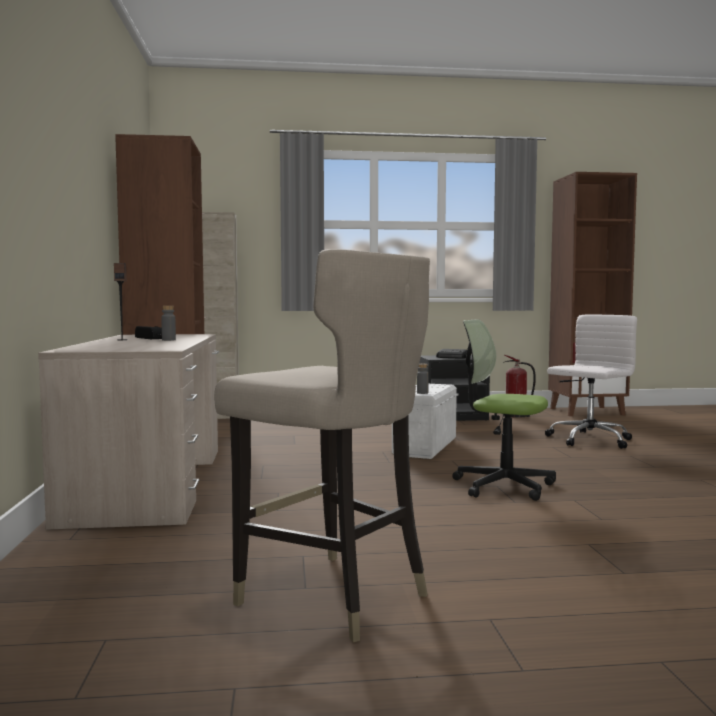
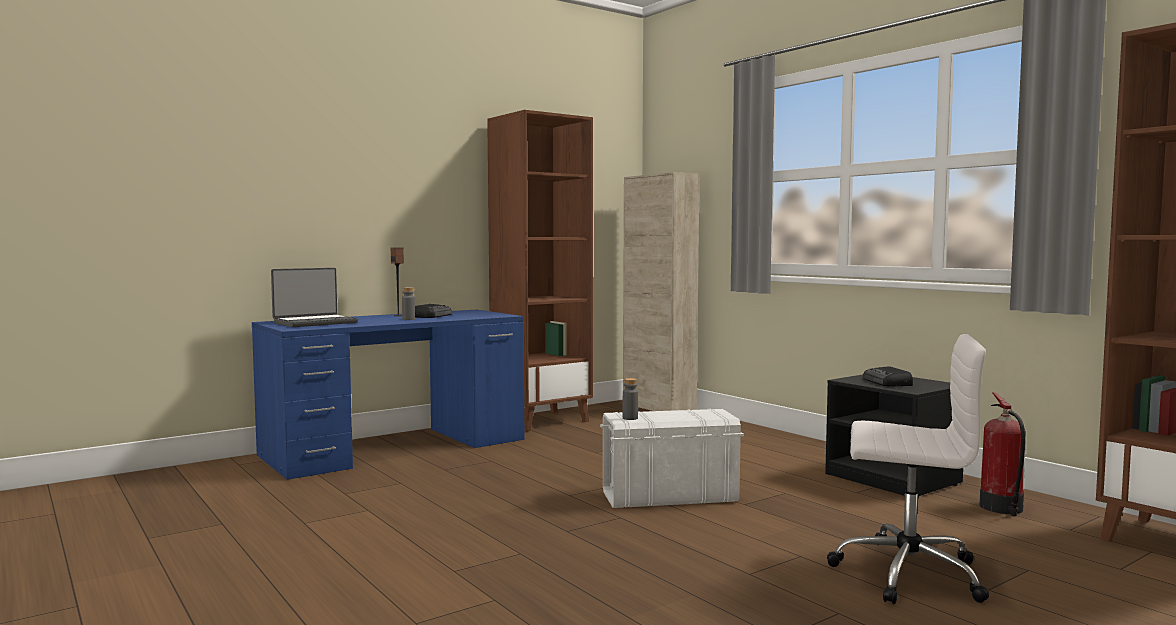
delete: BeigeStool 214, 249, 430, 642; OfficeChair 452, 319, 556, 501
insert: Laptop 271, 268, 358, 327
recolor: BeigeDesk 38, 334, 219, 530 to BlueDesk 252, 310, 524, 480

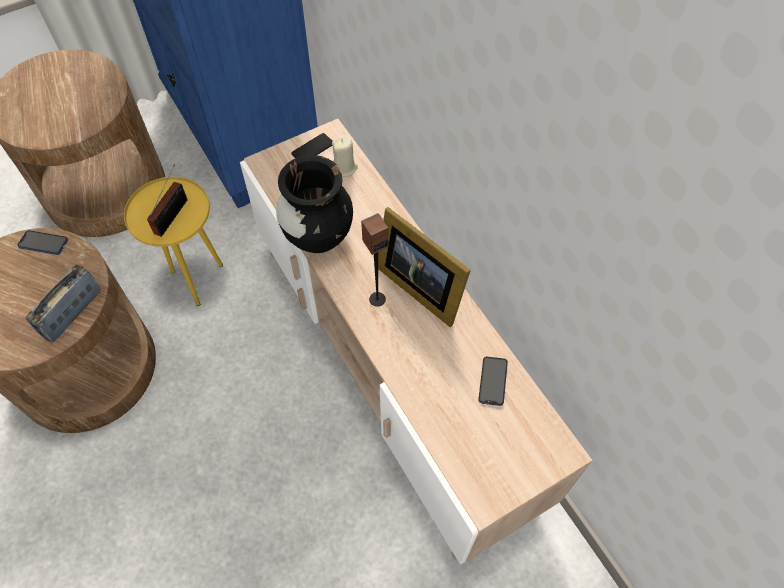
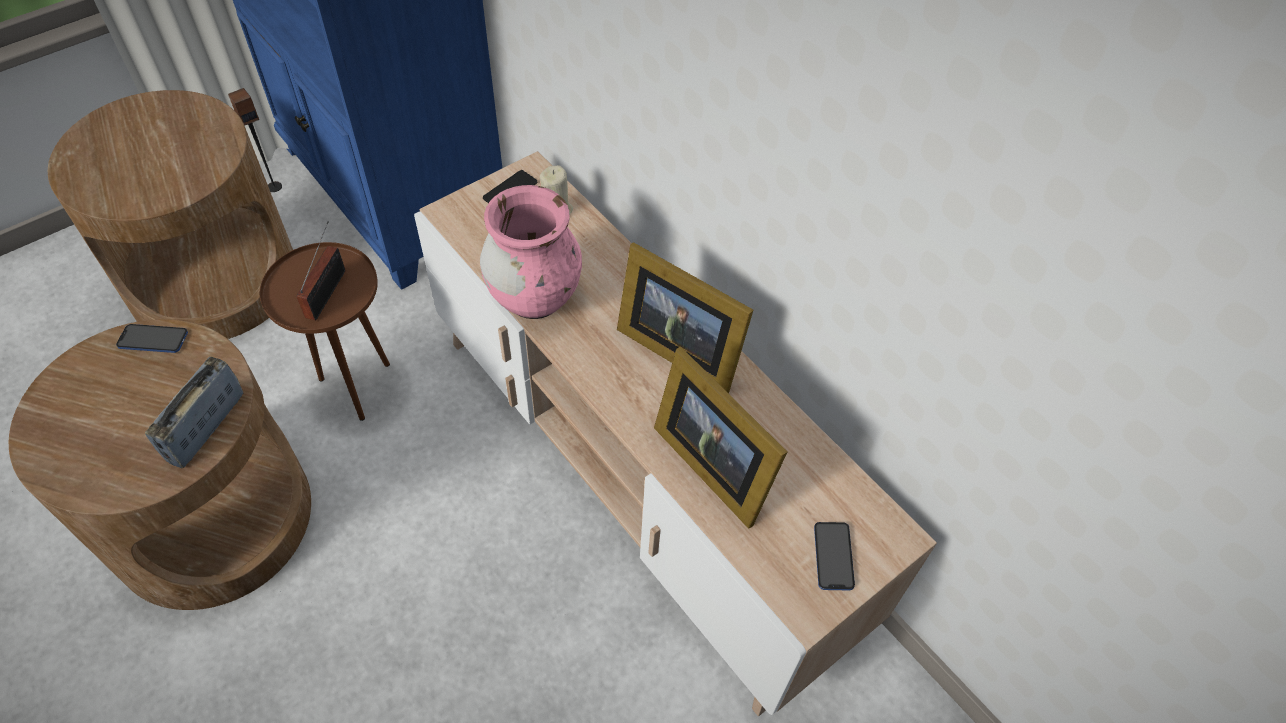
insert: PictureFrame 654, 347, 787, 528
move: Speaker 361, 213, 389, 307 to 228, 88, 282, 192; Phone 478, 356, 508, 406 to 814, 522, 855, 590
recolor: YellowSideTable 124, 177, 223, 306 to BrownSideTable 260, 242, 390, 421; BlackVase 276, 155, 353, 253 to PinkVase 480, 185, 582, 319

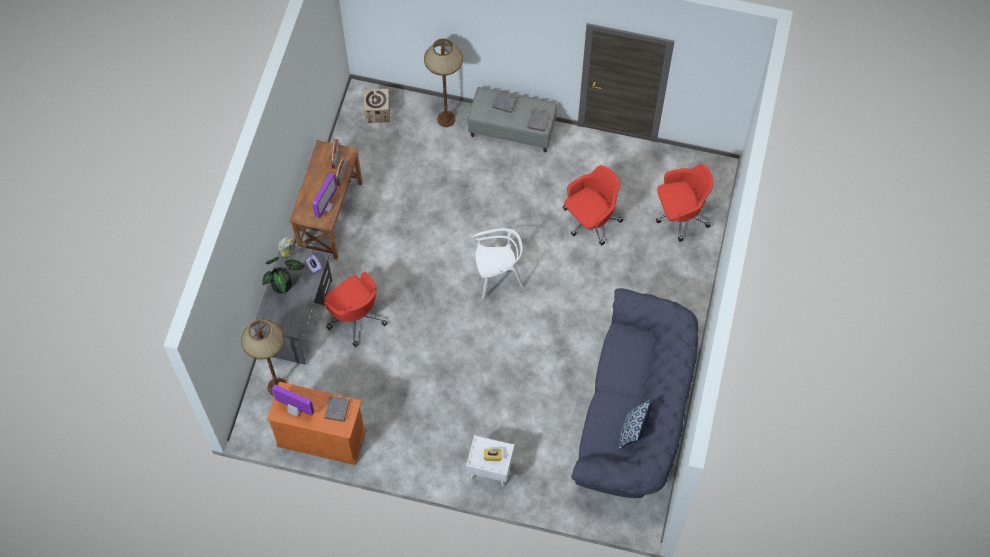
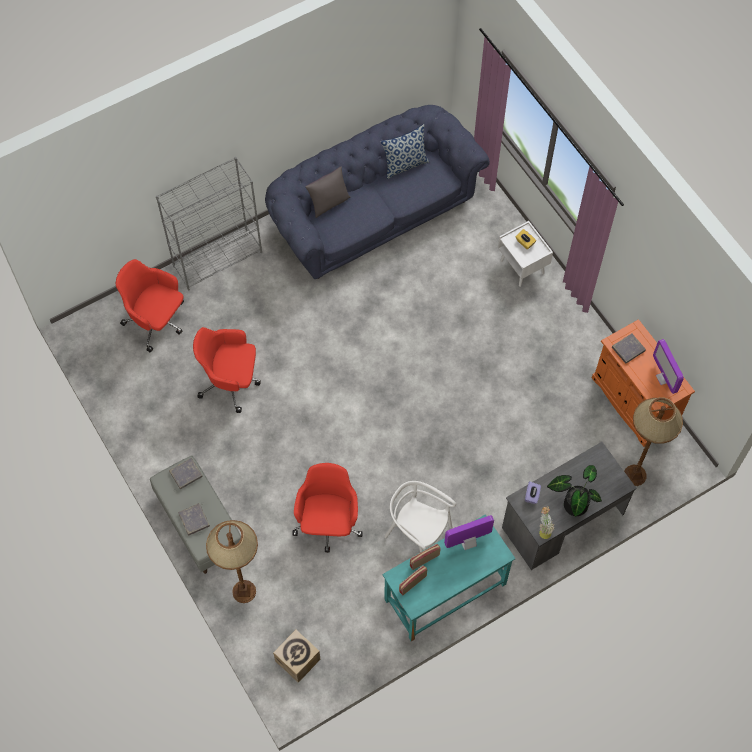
insert: GreyBookcase 156, 157, 262, 290; GreyPillow 305, 166, 351, 218
move: RedOfficeChair 324, 272, 388, 347 to 292, 463, 363, 553; WhiteChair 473, 228, 523, 299 to 384, 481, 456, 552
recolor: BrownDesk 290, 140, 362, 259 to TurquoiseDesk 382, 515, 516, 641

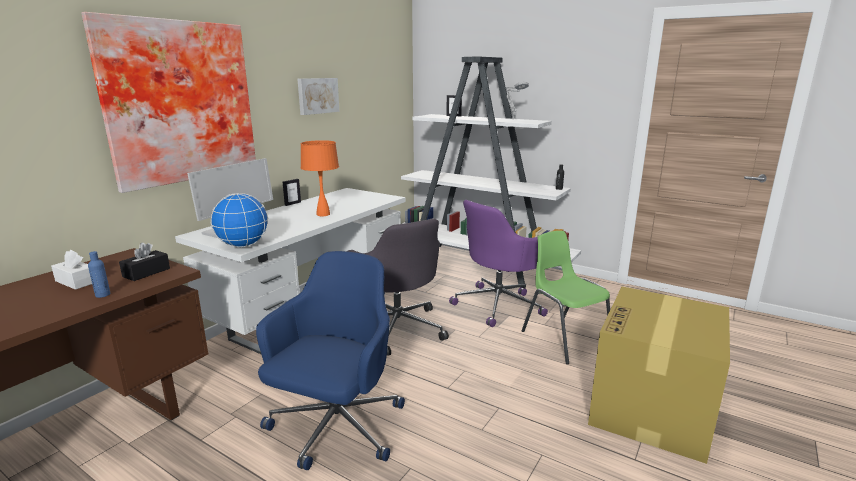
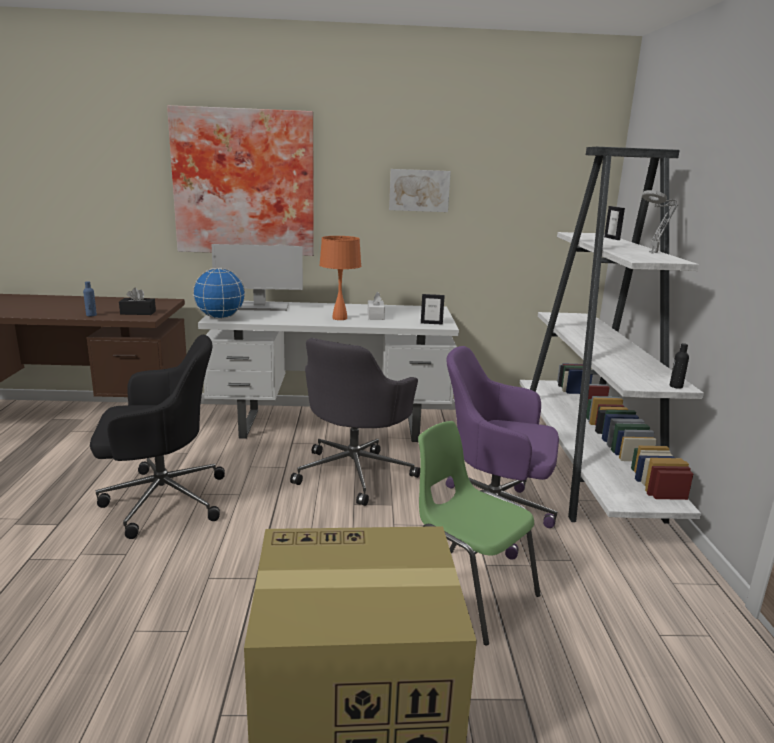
move: WhiteTissueBox 51, 250, 92, 290 to 368, 292, 385, 320; PictureFrame 283, 179, 301, 206 to 421, 294, 444, 325
recolor: BlueOfficeChair 256, 251, 405, 470 to BlackOfficeChair 90, 335, 225, 539
rotate: GreenChair 522, 231, 610, 364 = 418, 421, 541, 646 75 degrees counterclockwise

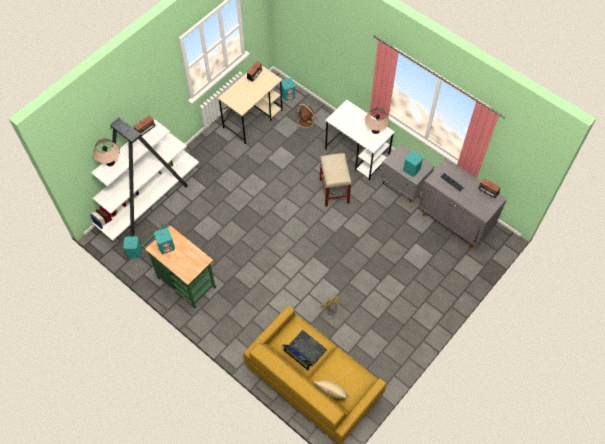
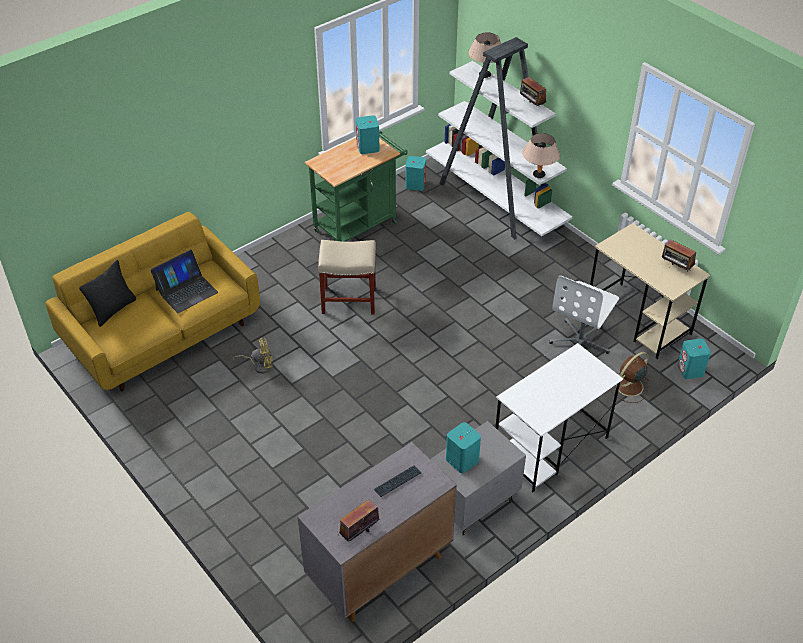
insert: WhiteOfficeChair 549, 276, 619, 354
move: BeigeStool 320, 153, 352, 207 to 318, 240, 376, 315; BeigeTableLamp 365, 108, 389, 134 to 523, 133, 560, 178
recolor: BeigePillow 314, 380, 349, 399 to BlackPillow 79, 260, 136, 327

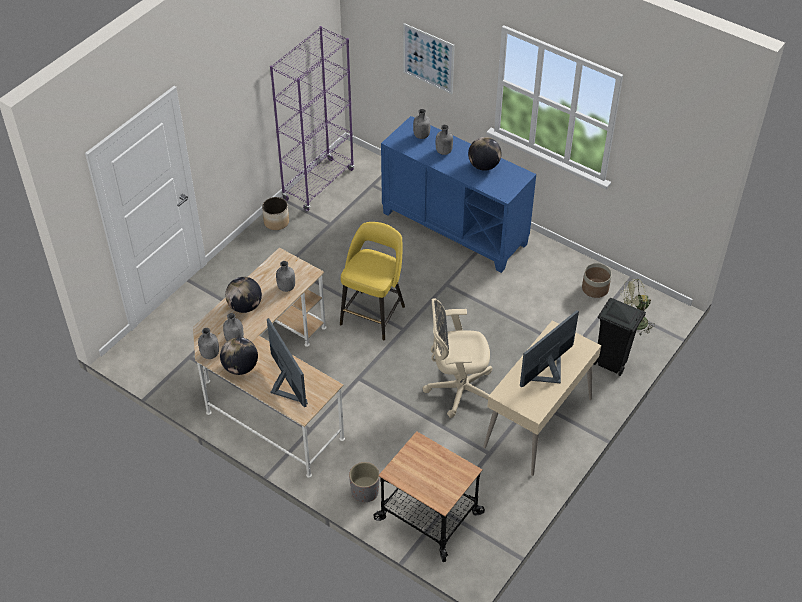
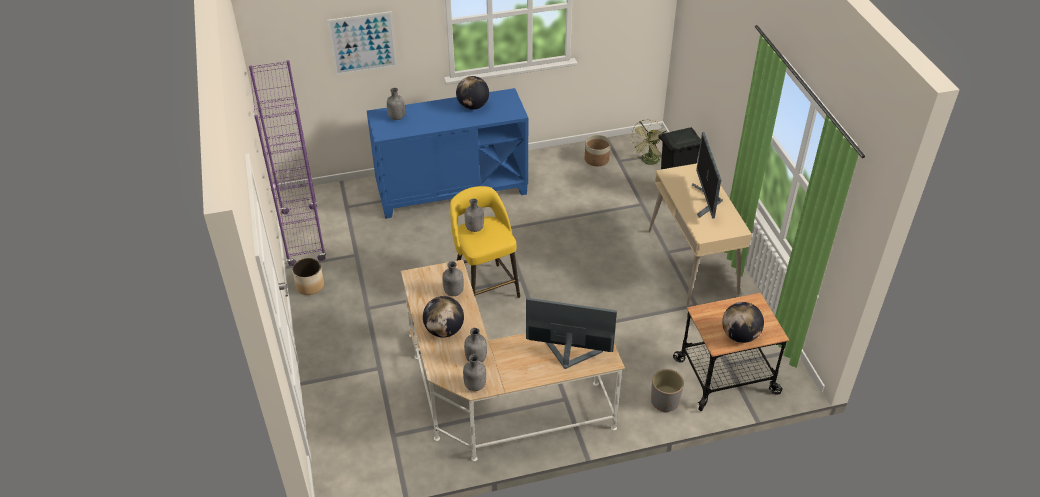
delete: BeigeOfficeChair 423, 298, 492, 418
move: Globe 220, 337, 258, 375 to 722, 302, 764, 343; GreyBottle 436, 125, 453, 155 to 465, 199, 484, 232

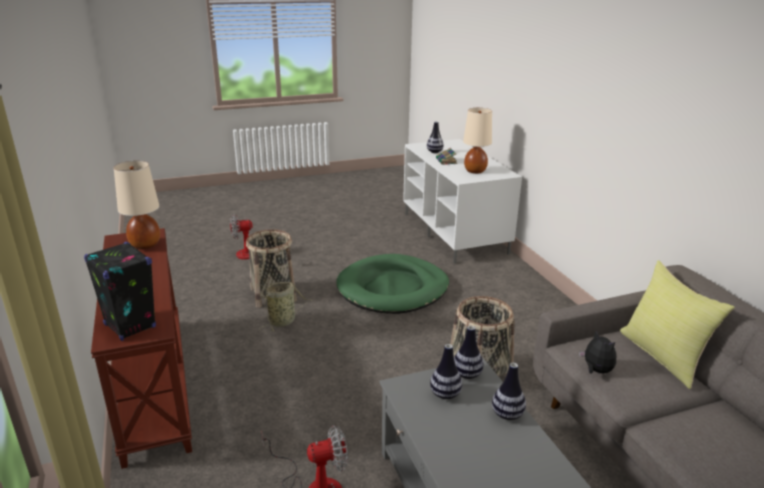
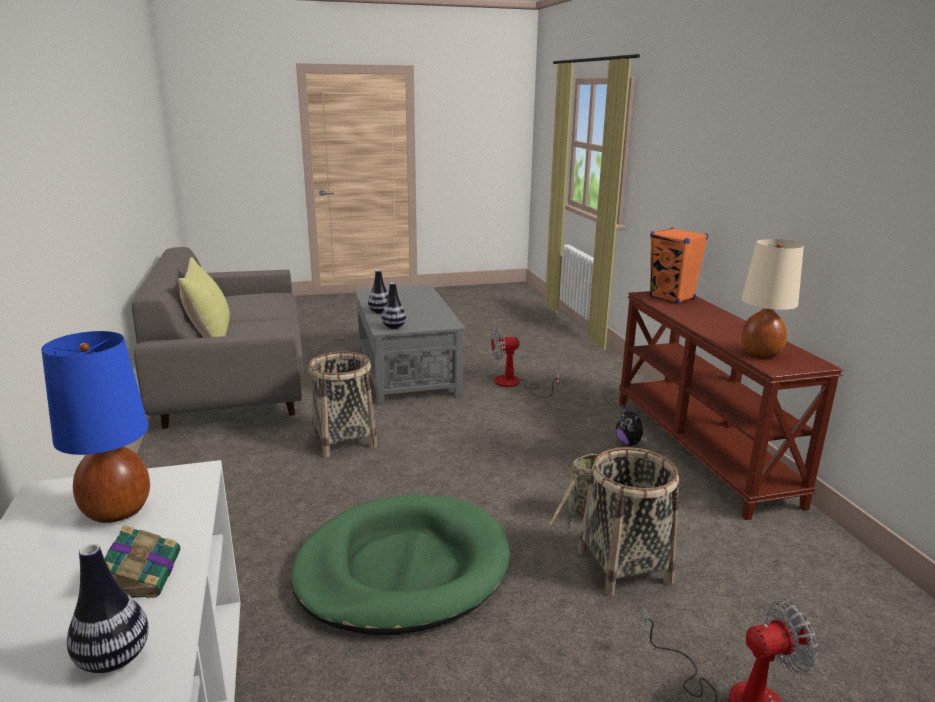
delete: Vase 430, 344, 462, 399
move: PlushToy 579, 331, 617, 374 to 616, 407, 647, 446
recolor: BlackSpeaker 84, 242, 156, 341 to OrangeSpeaker 649, 228, 708, 303; BeigeTableLamp 463, 108, 492, 174 to BlueTableLamp 41, 331, 150, 523

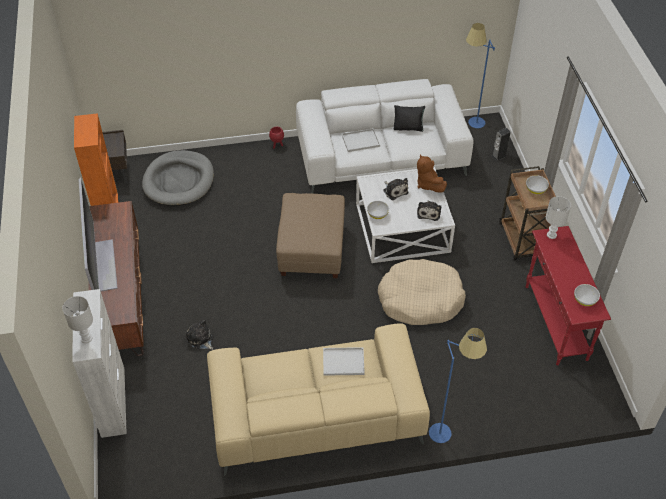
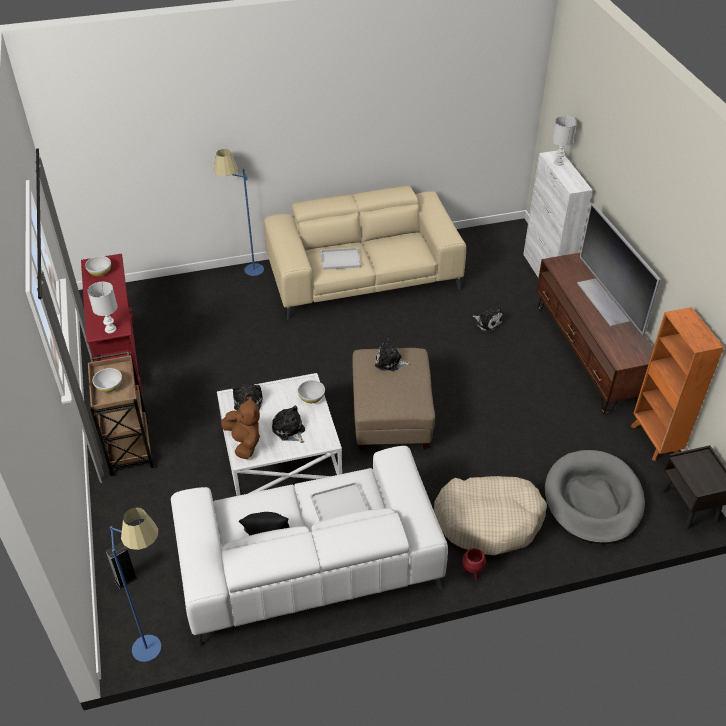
insert: PlushToy 375, 338, 411, 371
move: BeigeDogBed 378, 259, 466, 325 to 434, 476, 547, 555

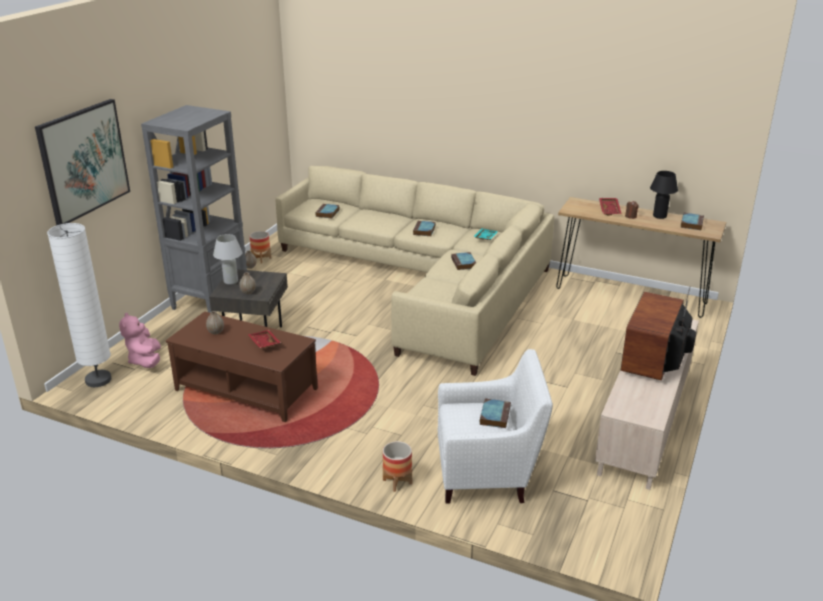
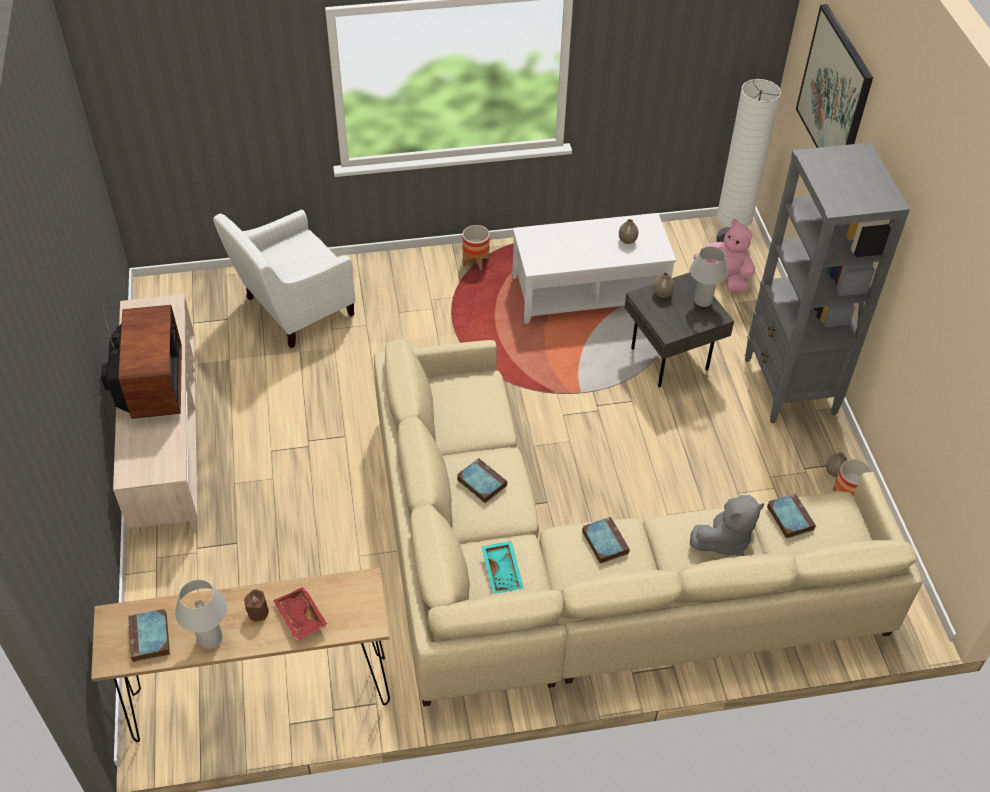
delete: RedTray 248, 330, 281, 348; Book 479, 398, 511, 428
insert: GreyPlushToy 690, 495, 764, 556
move: Planter 383, 441, 412, 492 to 462, 225, 490, 270
recolor: BrownCoffeeTable 166, 311, 318, 422 to WhiteCoffeeTable 512, 213, 676, 324; BlackTableLamp 650, 171, 678, 219 to WhiteTableLamp 175, 580, 227, 649

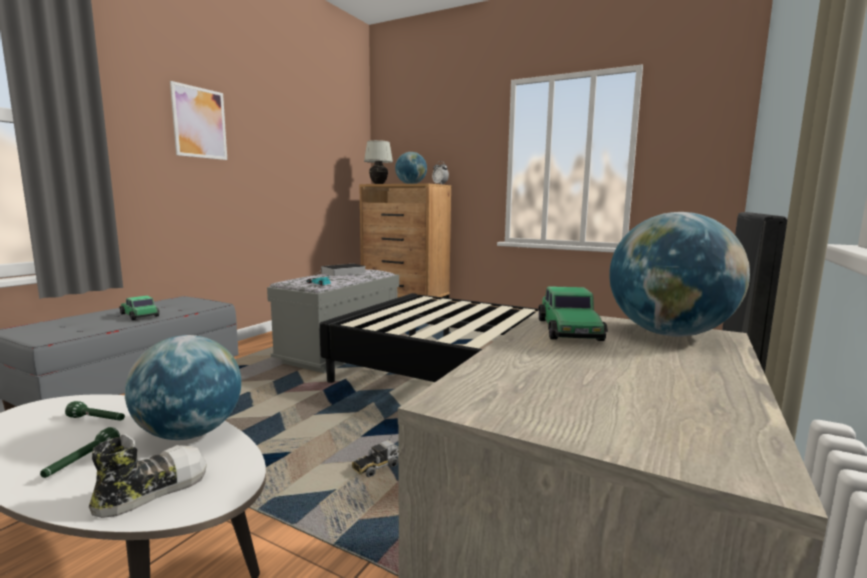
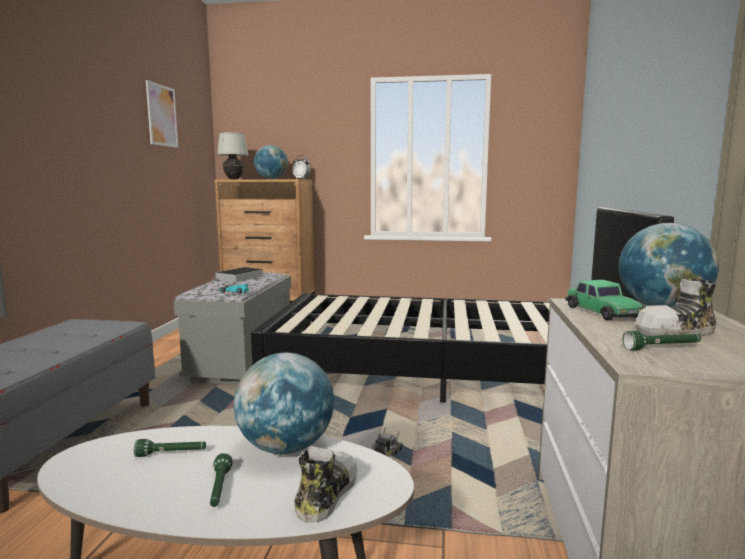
delete: ToyCar 119, 296, 160, 320
insert: GreenFlashlight 623, 331, 701, 350; Shoe 635, 279, 717, 336
move: Picture 170, 81, 227, 160 to 146, 80, 178, 148

